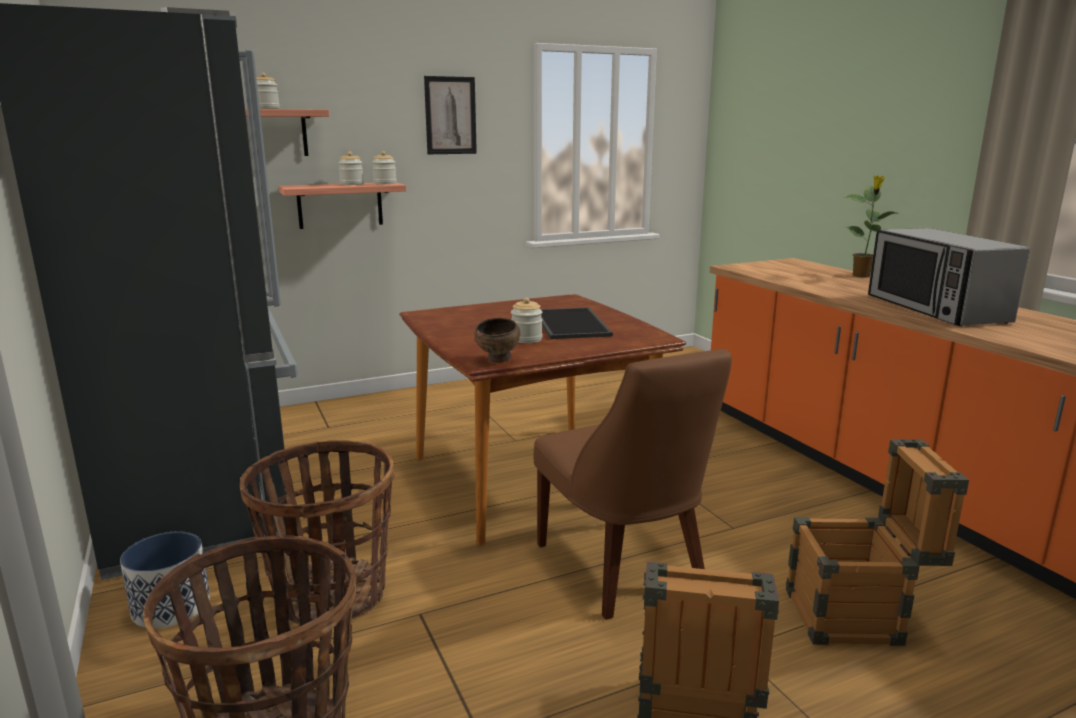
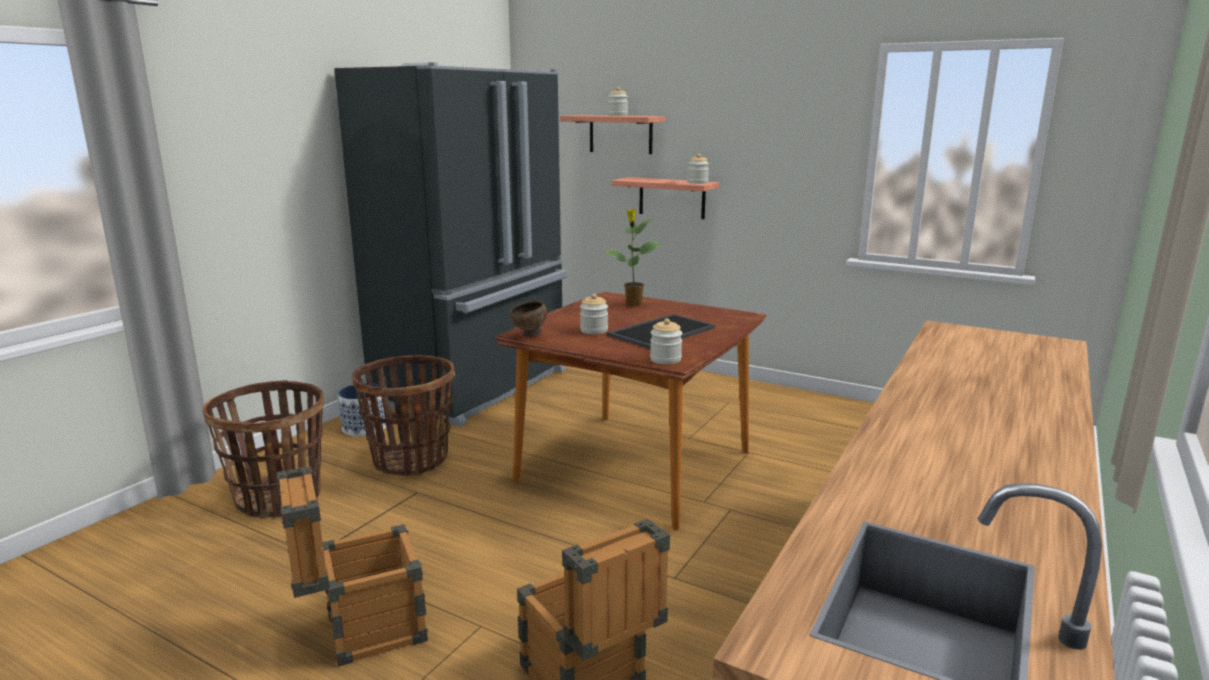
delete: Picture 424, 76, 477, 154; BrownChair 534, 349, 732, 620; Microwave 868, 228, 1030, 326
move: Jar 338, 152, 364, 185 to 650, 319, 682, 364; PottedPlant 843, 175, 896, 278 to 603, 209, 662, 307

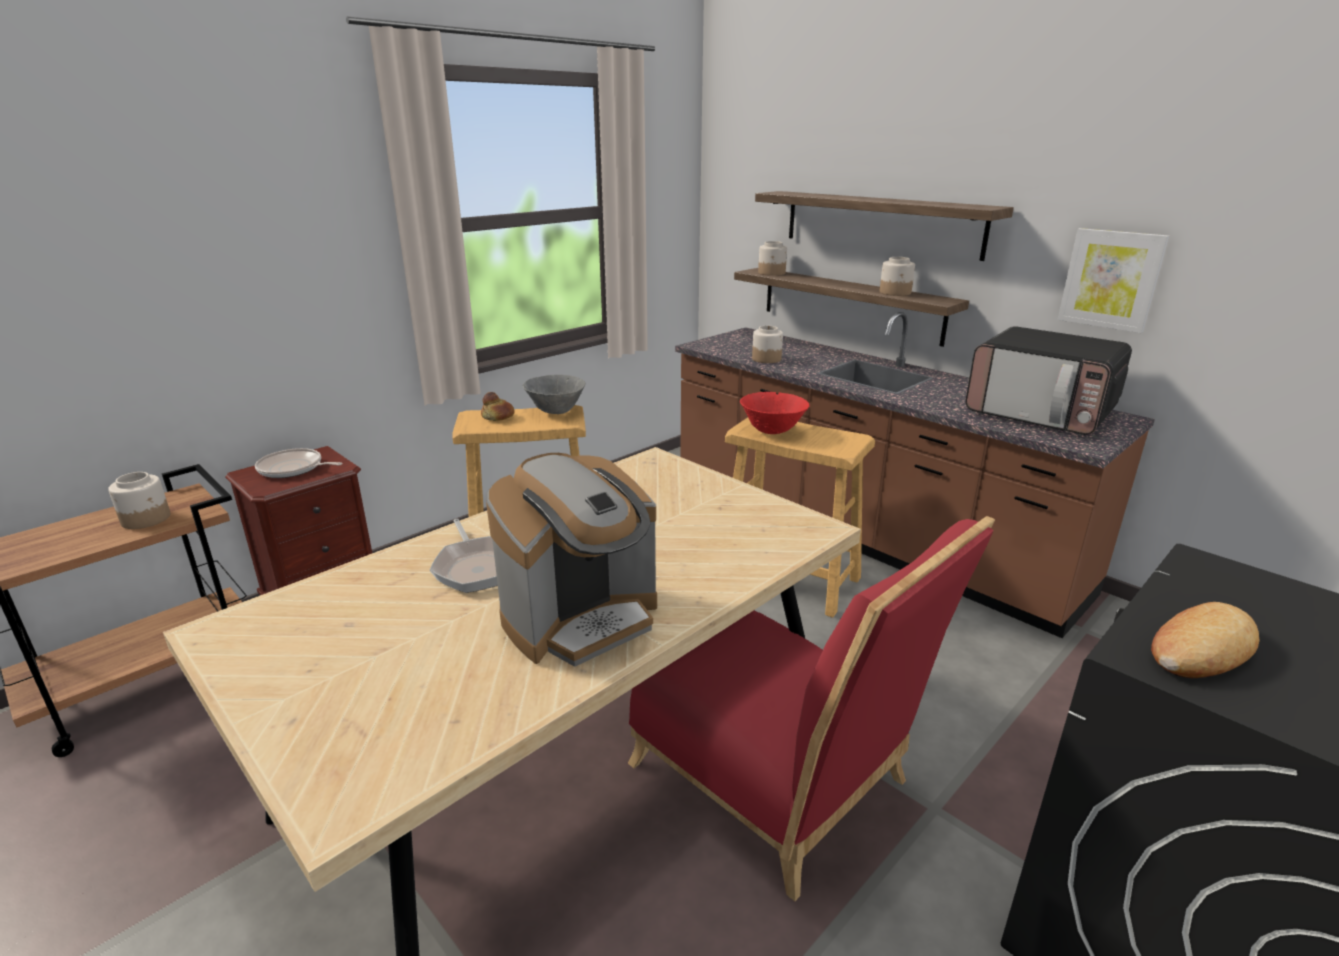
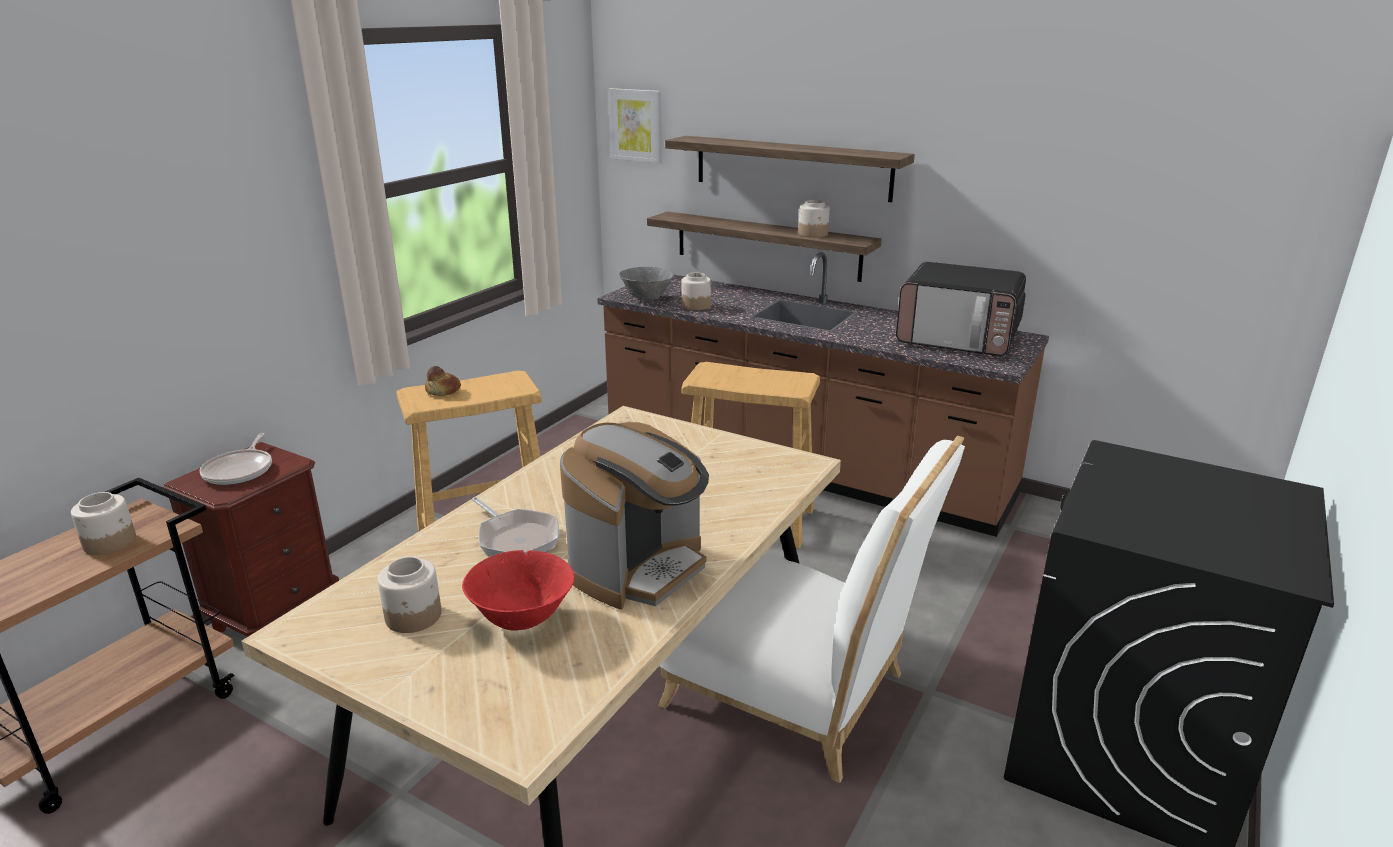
delete: Bread 1151, 602, 1260, 678
move: GreyBowl 523, 375, 586, 414 to 619, 267, 674, 300; RedBowl 740, 392, 810, 434 to 462, 550, 575, 630; Jar 758, 241, 787, 276 to 378, 557, 442, 633; Picture 1057, 228, 1169, 333 to 608, 88, 662, 163
recolor: RedChair 628, 516, 995, 901 to WhiteChair 658, 436, 965, 783
rotate: FryingPan 255, 448, 343, 478 = 199, 433, 272, 485 90 degrees counterclockwise

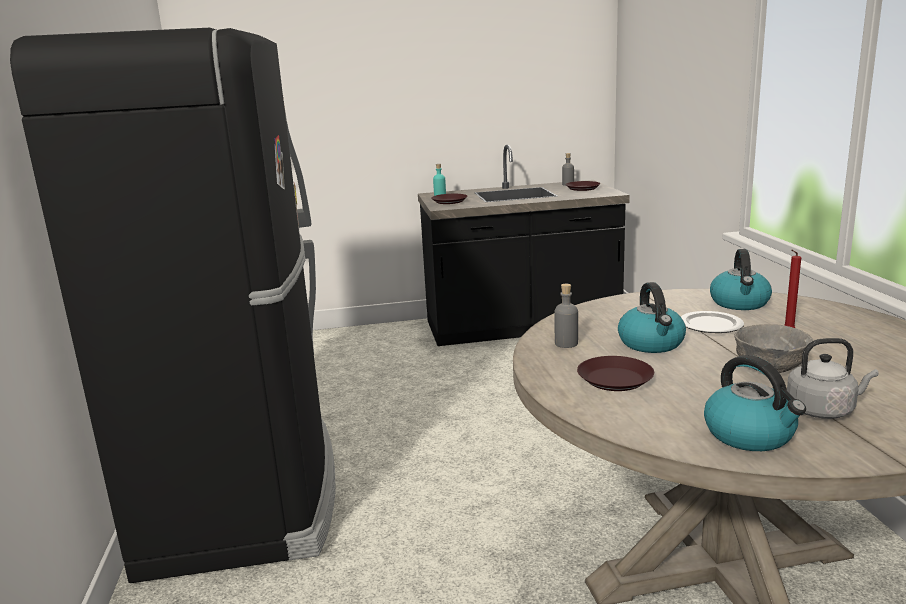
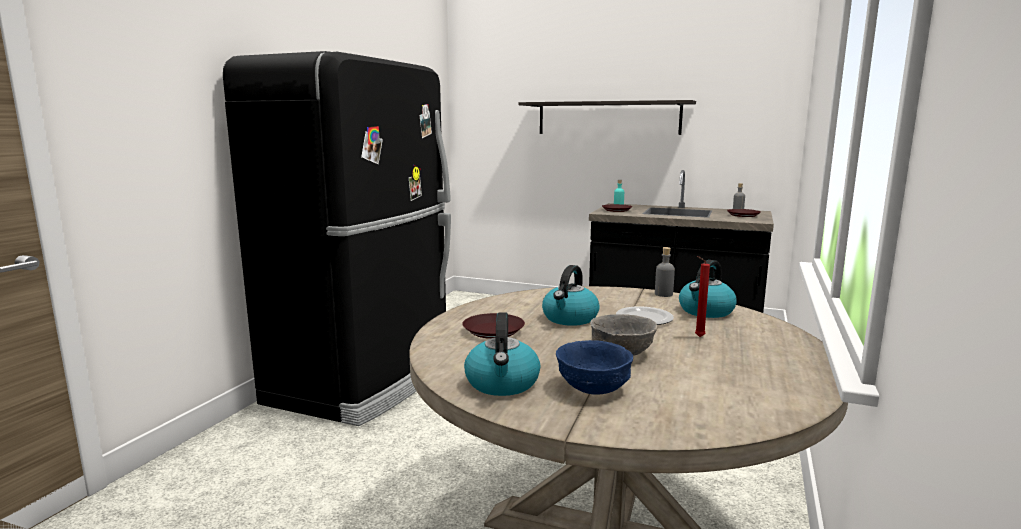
insert: Shelf 519, 100, 696, 135
move: GreyBottle 554, 284, 578, 348 to 655, 247, 675, 297
replace: GreyKettle 787, 338, 879, 419 to BlueBowl 556, 340, 633, 395

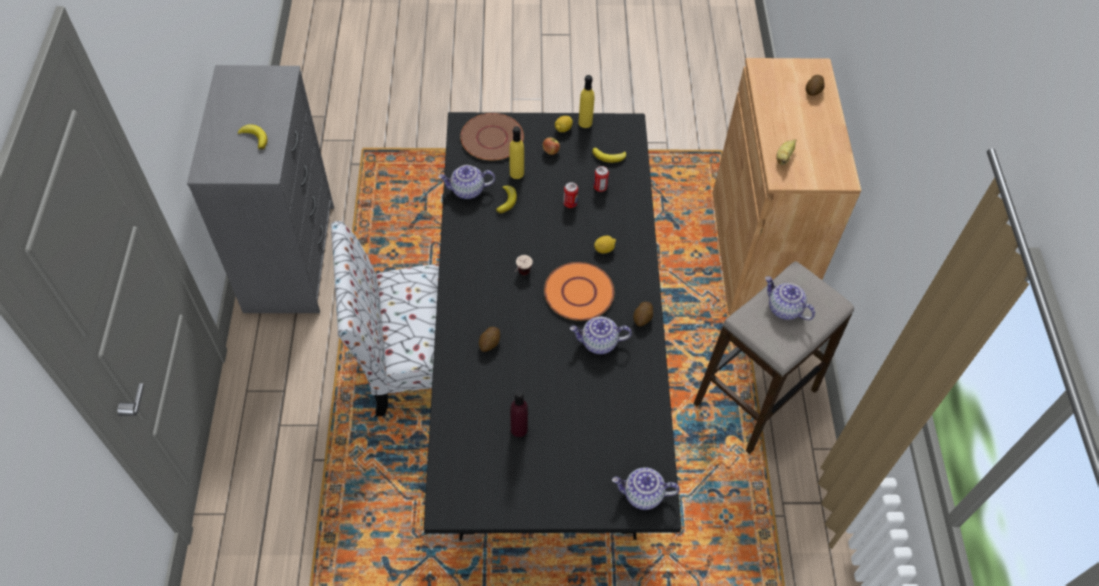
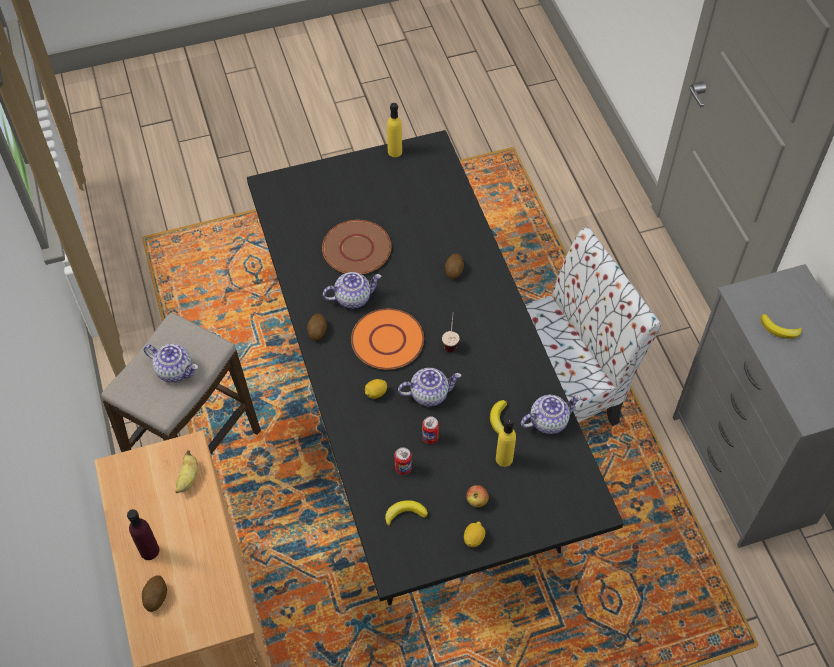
move: BrownPlate 460, 113, 524, 160 to 322, 220, 391, 274; PurpleBottle 510, 390, 528, 437 to 127, 509, 159, 560; YellowBottle 578, 75, 594, 128 to 387, 103, 402, 157; Teapot 612, 467, 680, 510 to 398, 368, 461, 407

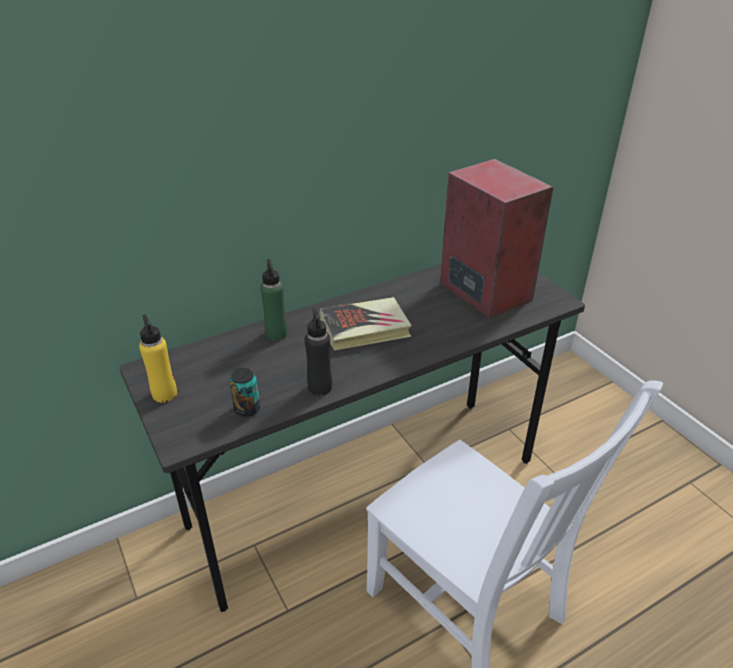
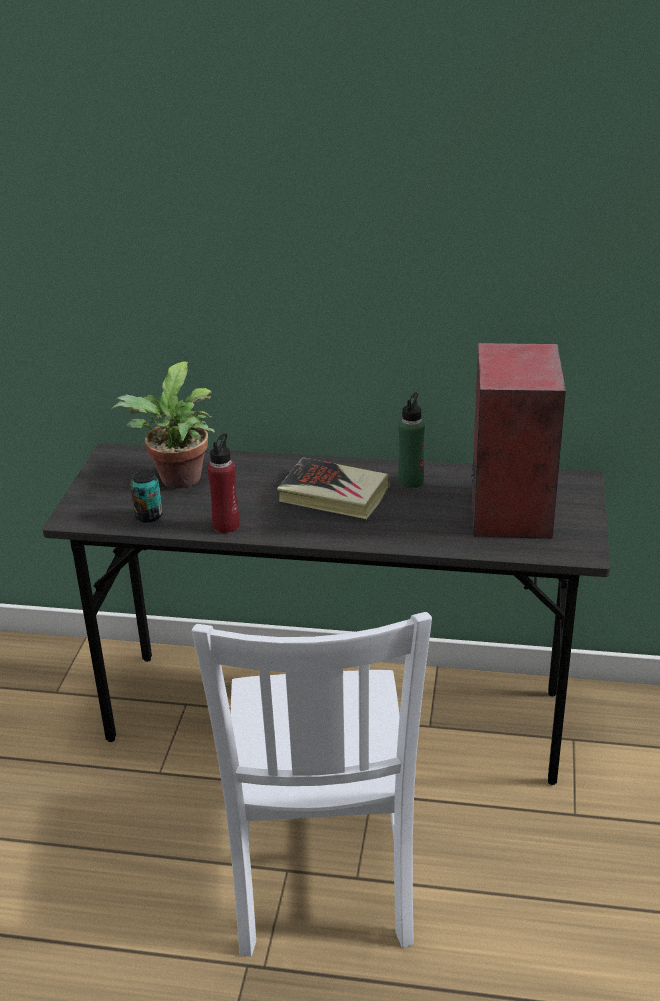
delete: YellowBottle 139, 314, 177, 402
insert: PottedPlant 111, 361, 215, 488
move: GreenBottle 260, 259, 287, 341 to 398, 392, 425, 488
recolor: BlackBottle 305, 308, 332, 396 to RedBottle 207, 433, 240, 533

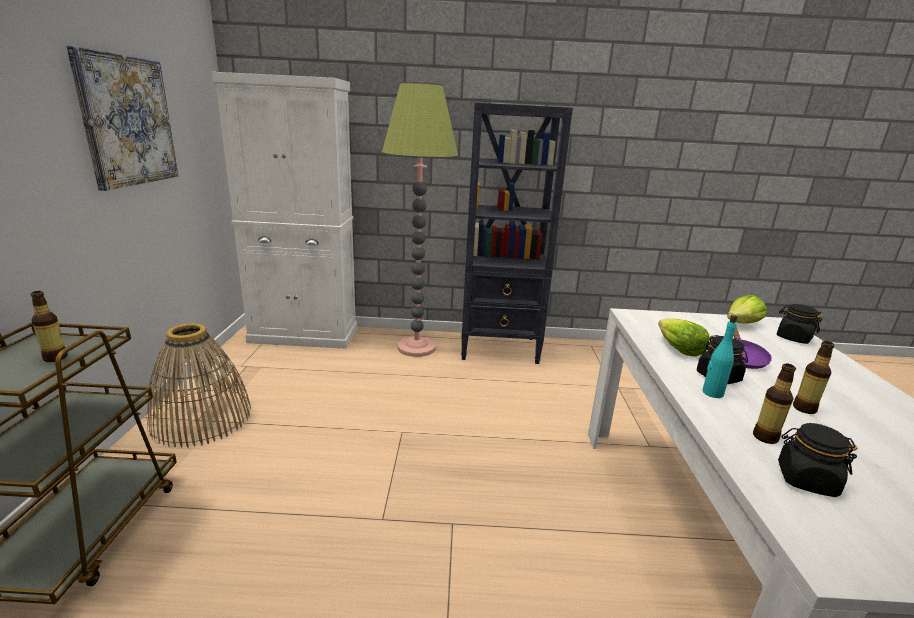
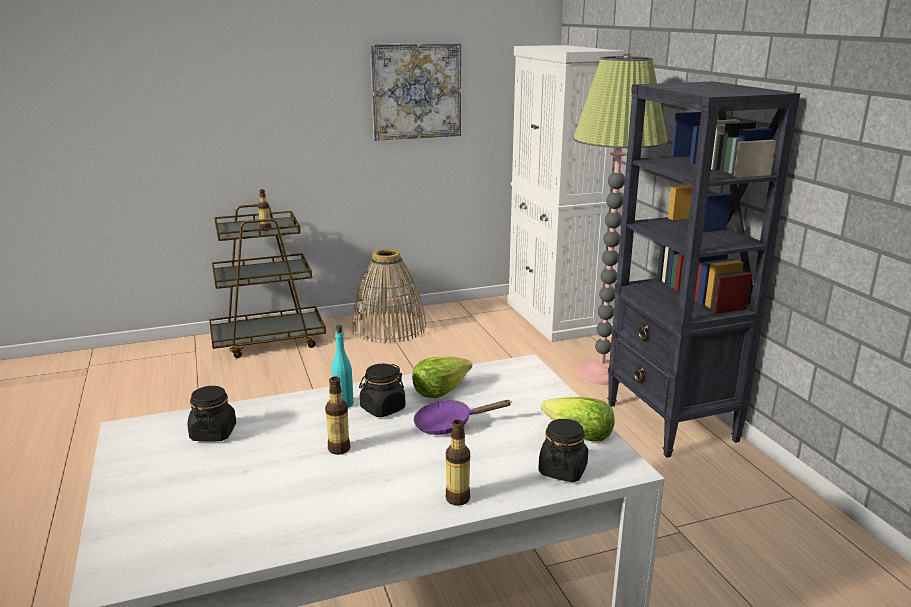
move: Bottle 753, 364, 796, 444 to 445, 420, 470, 506

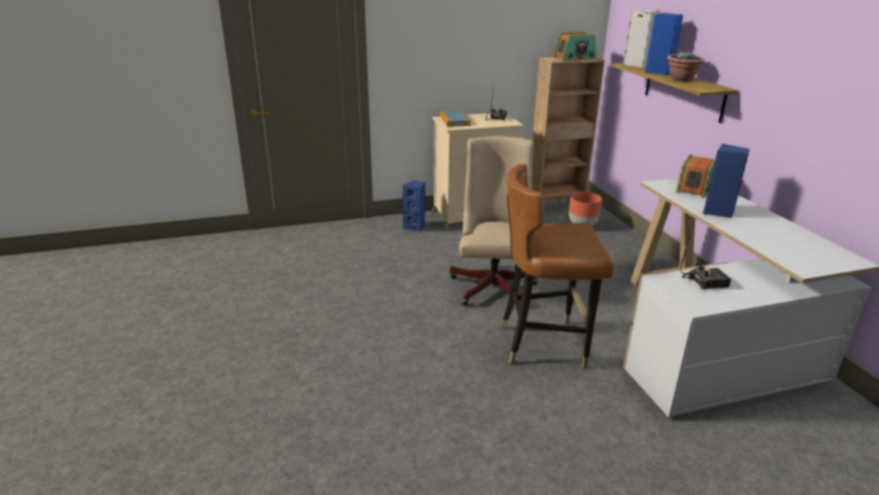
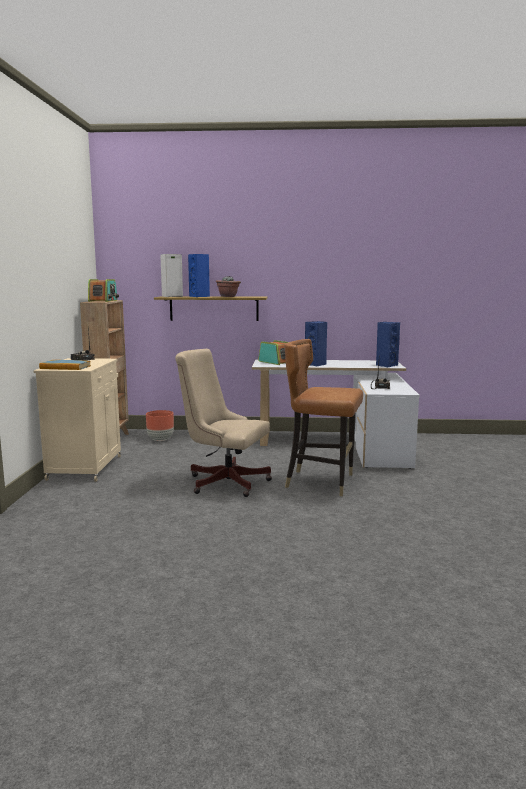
move: BlueSpeaker 403, 180, 425, 232 to 376, 322, 400, 368
rotate: BrownChair 501, 164, 614, 368 = 284, 339, 363, 496 90 degrees clockwise

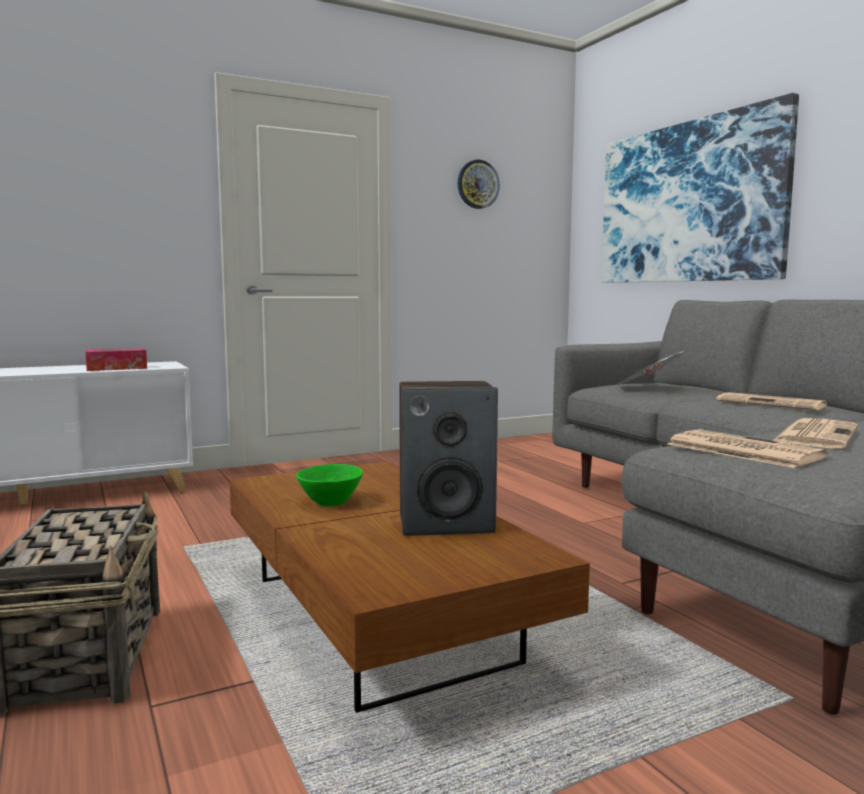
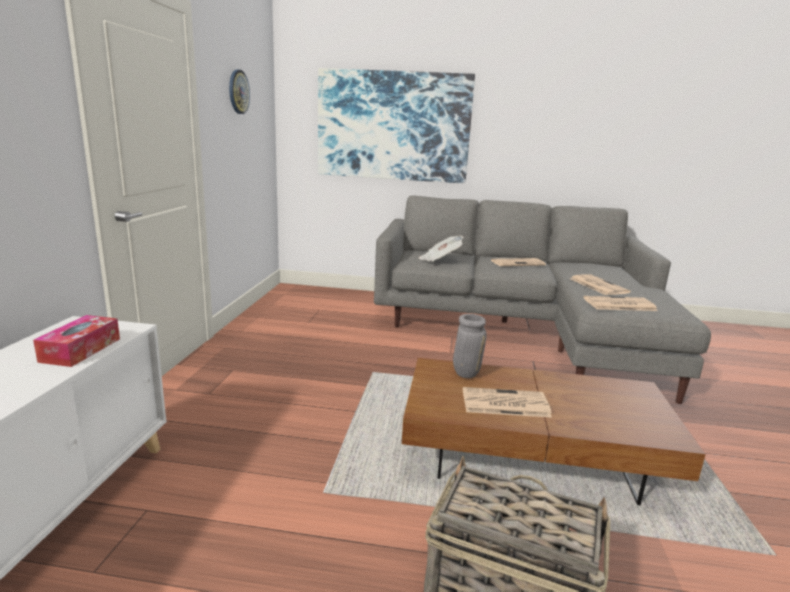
delete: Speaker 399, 381, 498, 536
insert: GreyVase 453, 314, 487, 378
replace: GreenBowl 296, 464, 363, 506 to Newspaper 463, 387, 552, 418

